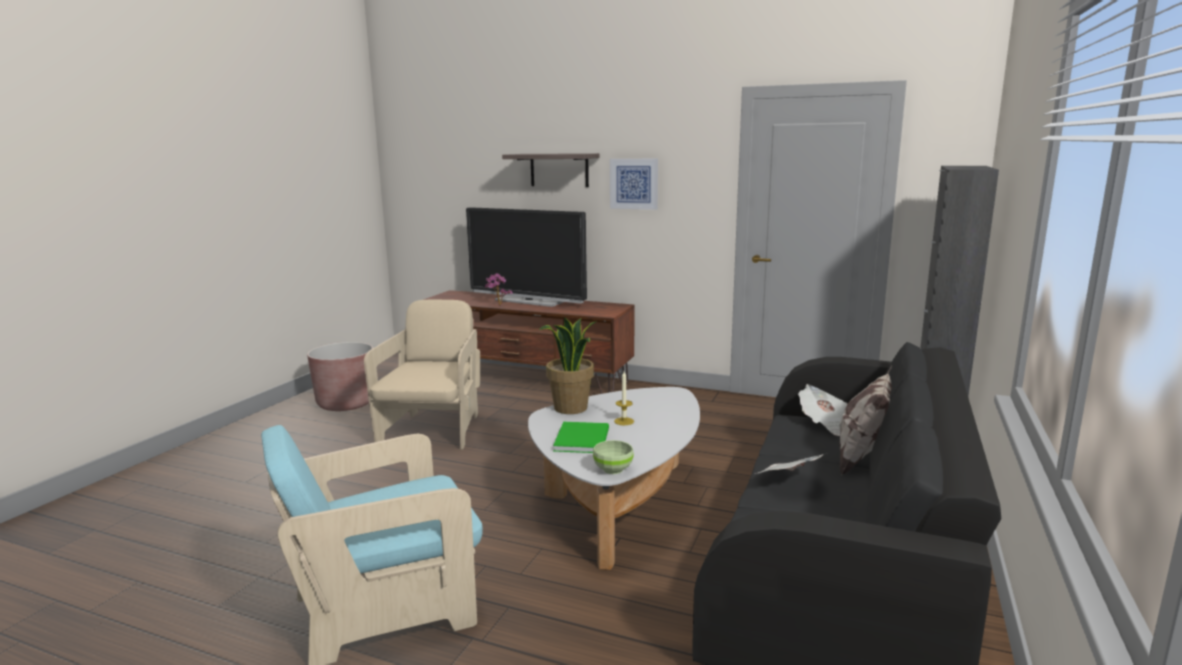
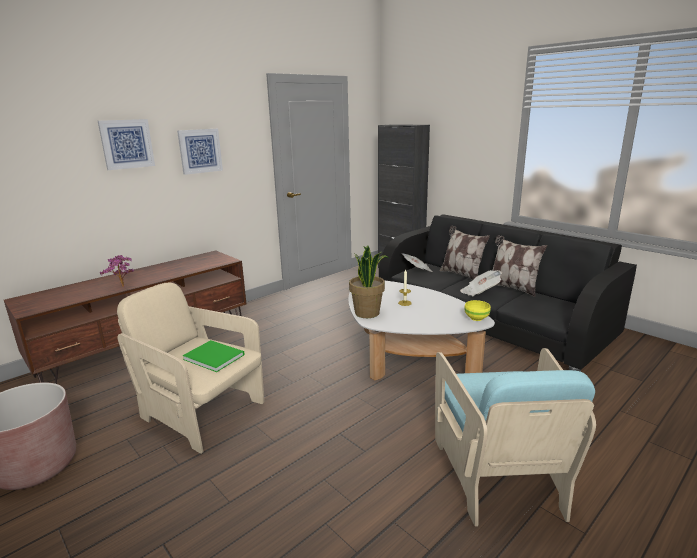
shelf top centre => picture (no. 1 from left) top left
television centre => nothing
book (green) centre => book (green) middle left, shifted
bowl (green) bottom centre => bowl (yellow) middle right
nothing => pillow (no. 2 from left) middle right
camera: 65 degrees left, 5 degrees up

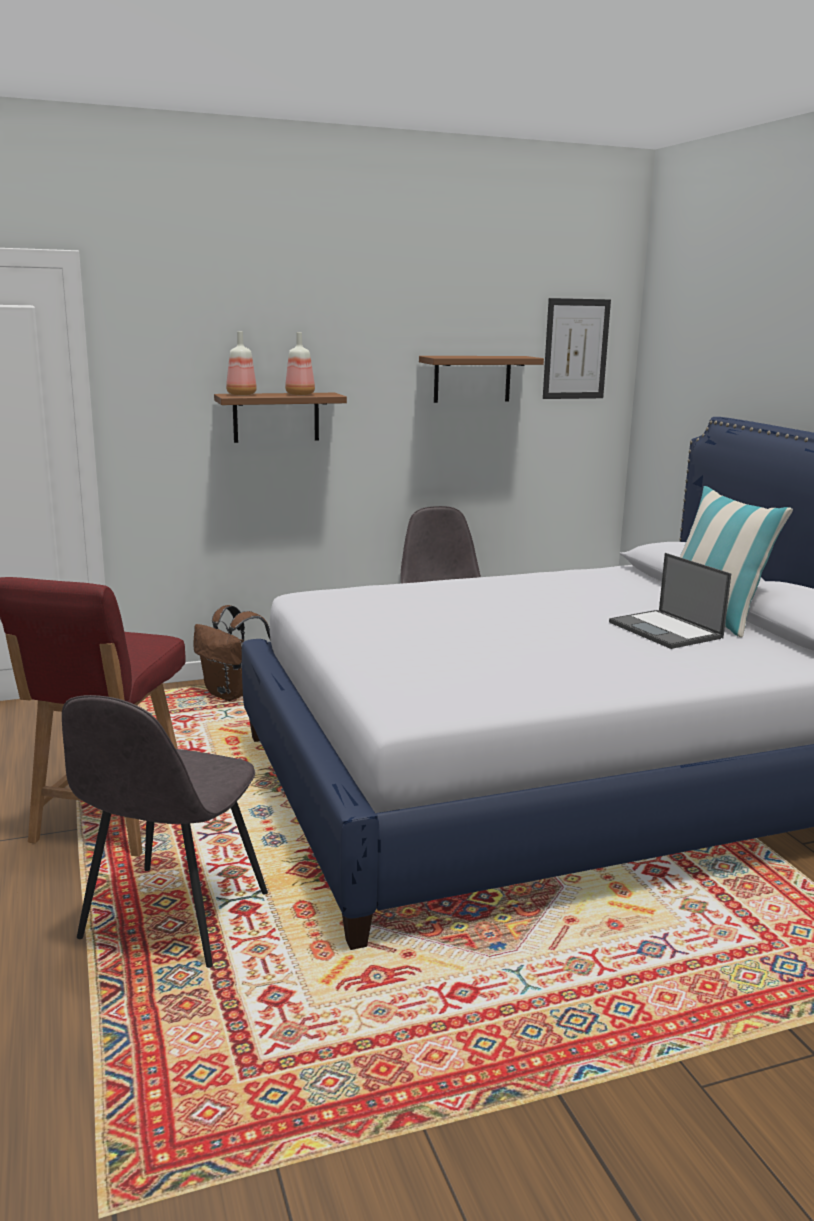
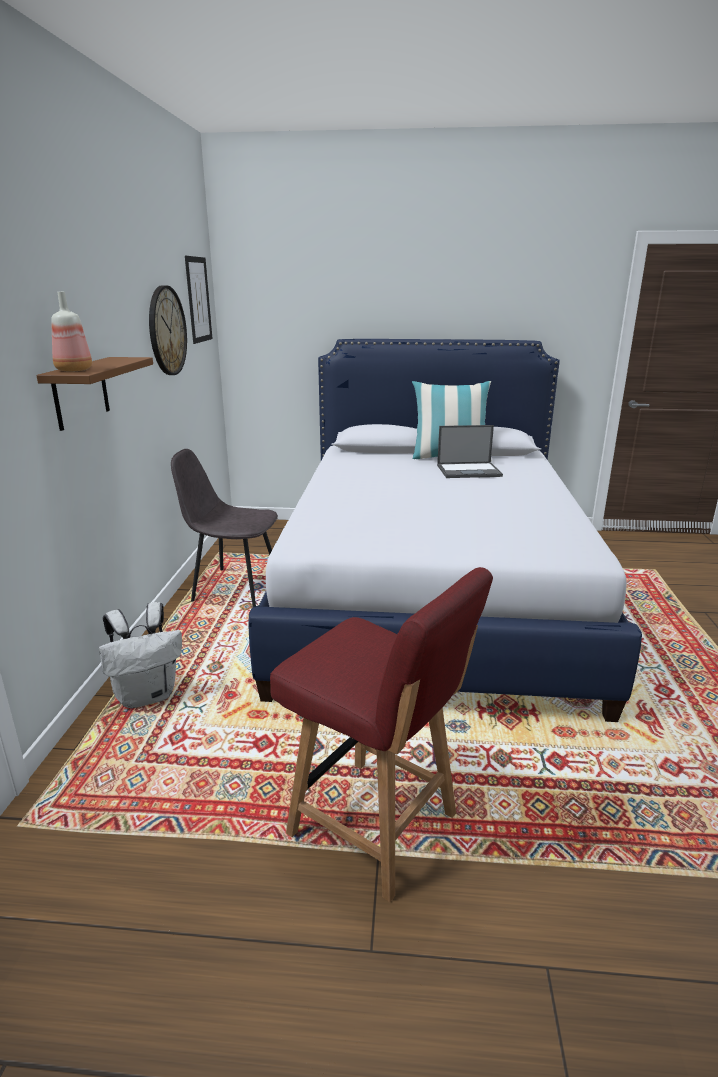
bottle (no. 2 from left) top centre => nothing
shelf (brown) (no. 2 from left) top centre => wall clock top left
backpack (brown) middle left => backpack (white) middle left
chair (grey) (no. 1 from left) bottom left => nothing
camera: 65 degrees left, 5 degrees up

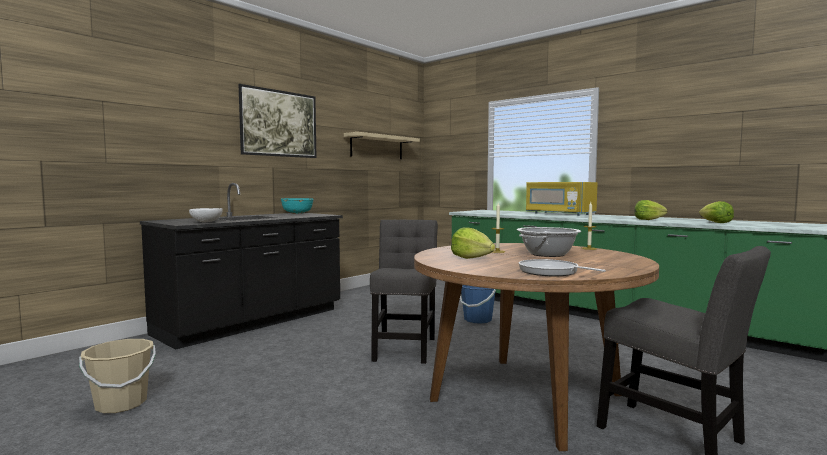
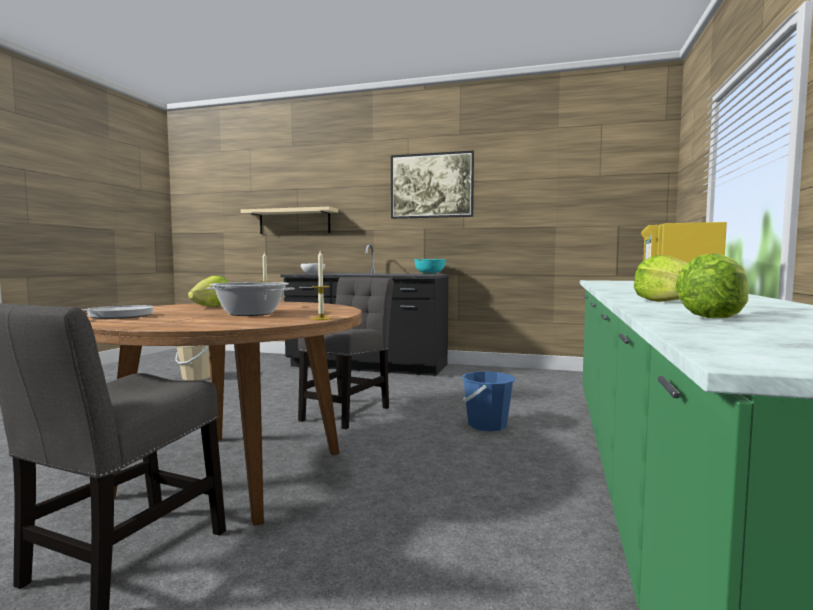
shelf (beige) top centre => shelf (beige) centre, shifted
chair (grey) (no. 1 from left in the first image) centre => chair (grey) (no. 2 from left) centre, 45 degrees counterclockwise
camera: 65 degrees right, 0 degrees up

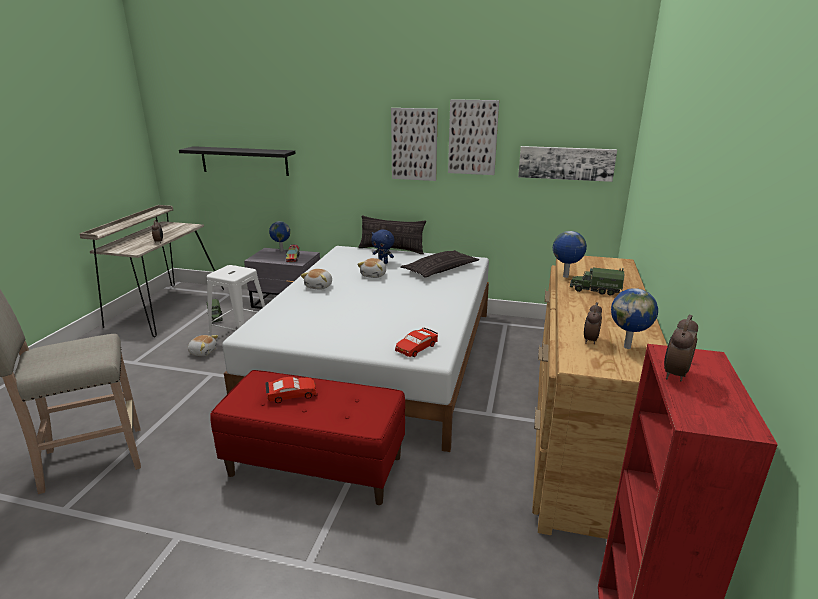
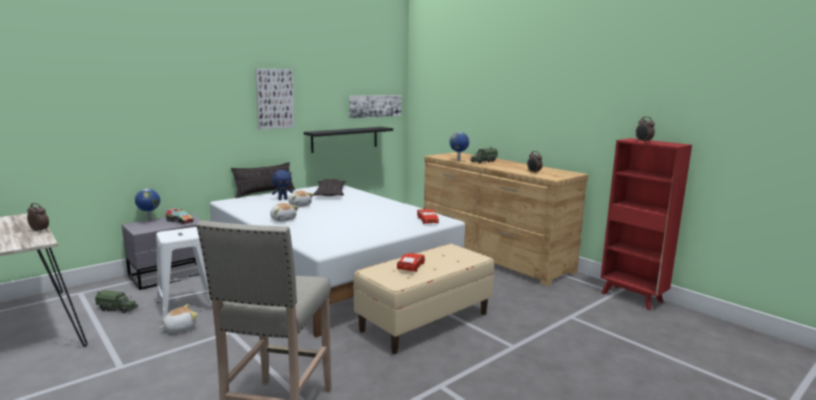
picture (no. 2 from left) top centre => nothing
shelf (black) top left => shelf (black) centre, shifted
globe (no. 3 from left) middle right => nothing
bench (red) bottom centre => bench (beige) bottom centre
camera: 55 degrees left, 10 degrees down

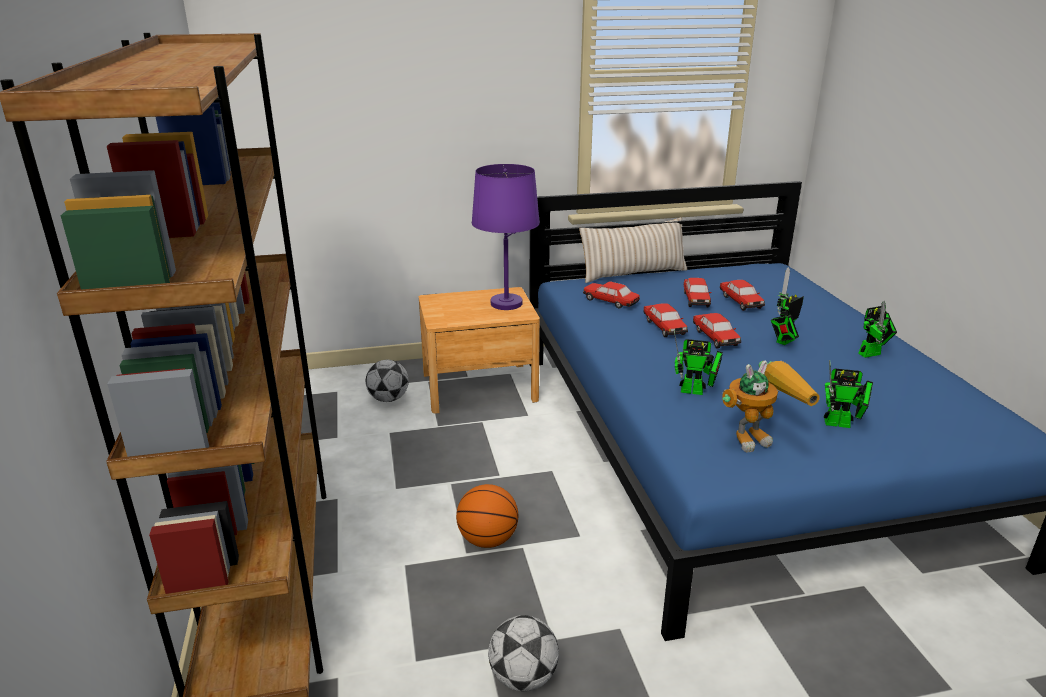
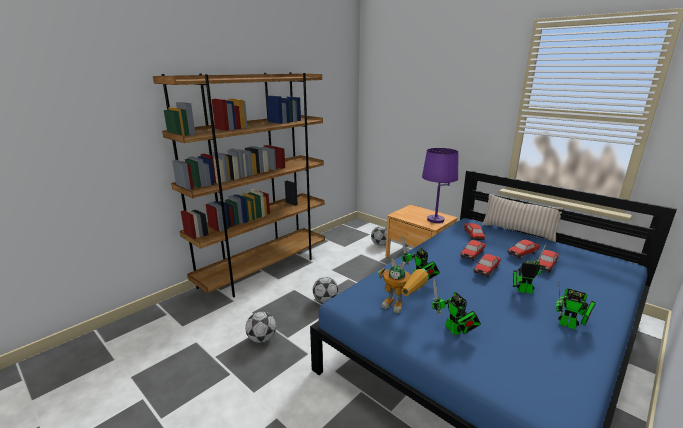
basketball bottom centre => football (no. 2 from left) bottom centre
camera: 55 degrees right, 5 degrees down

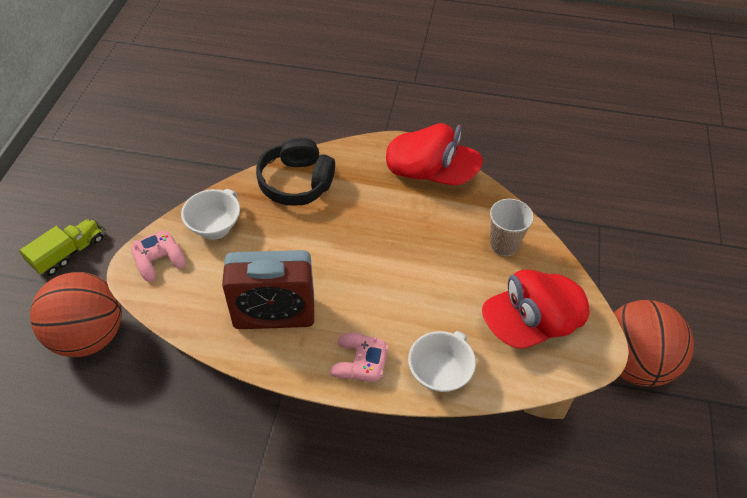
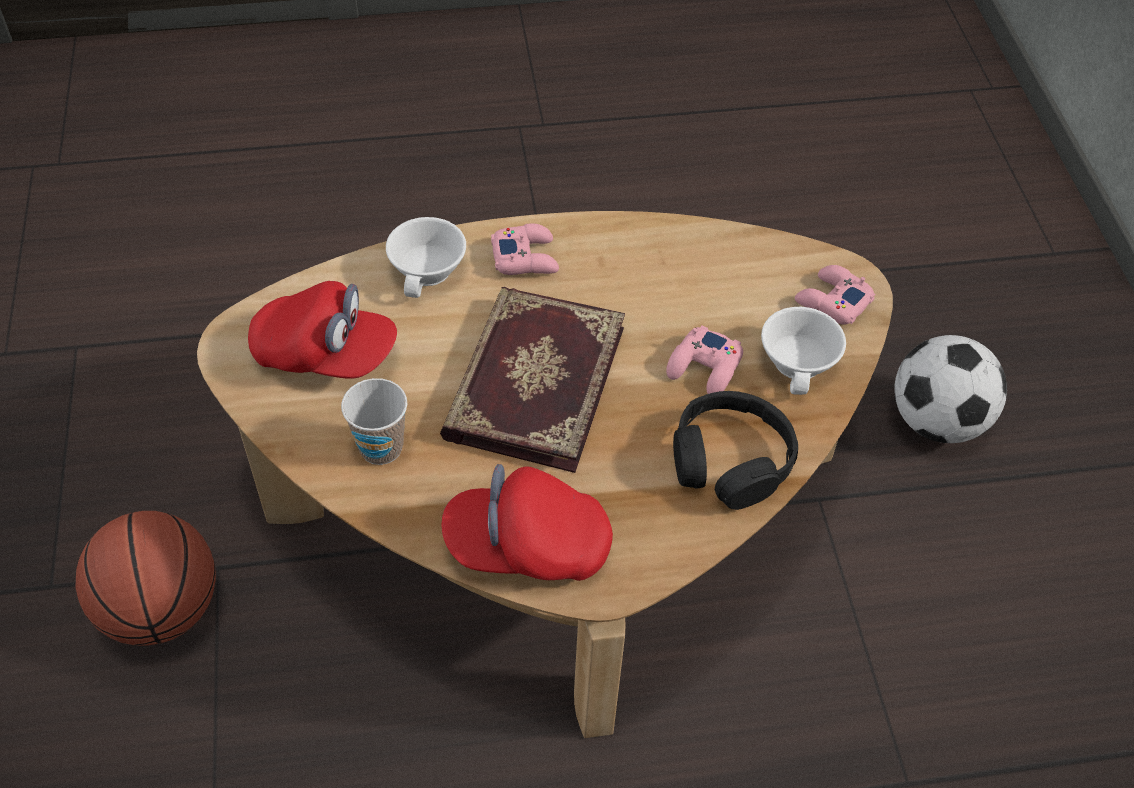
toy truck middle left => nothing
alarm clock centre => nothing
cap (red) (no. 2 from left in the first image) middle right => cap (red) (no. 1 from left) middle left, 60 degrees clockwise
basketball (no. 1 from left) middle left => football middle right
nothing => book centre
nothing => game controller (pink) (no. 2 from left) centre
camera: 160 degrees right, 0 degrees up

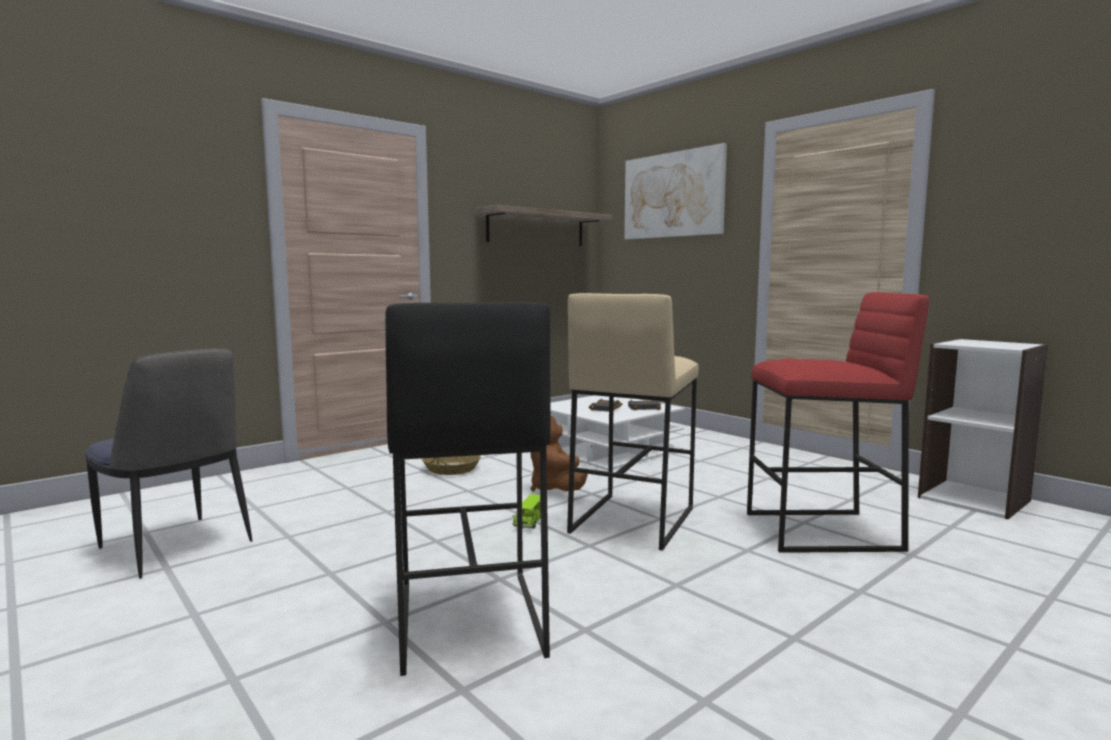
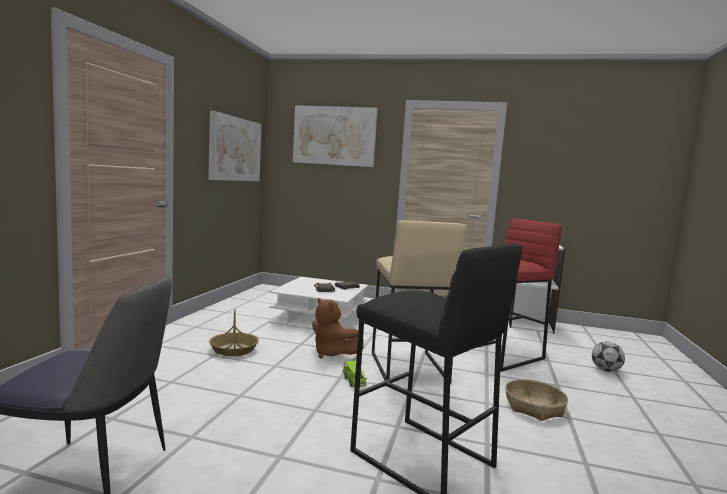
shelf top centre => picture (no. 1 from left) top left
nothing => football bottom right
nothing => basket (no. 2 from left) bottom right
camera: 35 degrees left, 0 degrees up

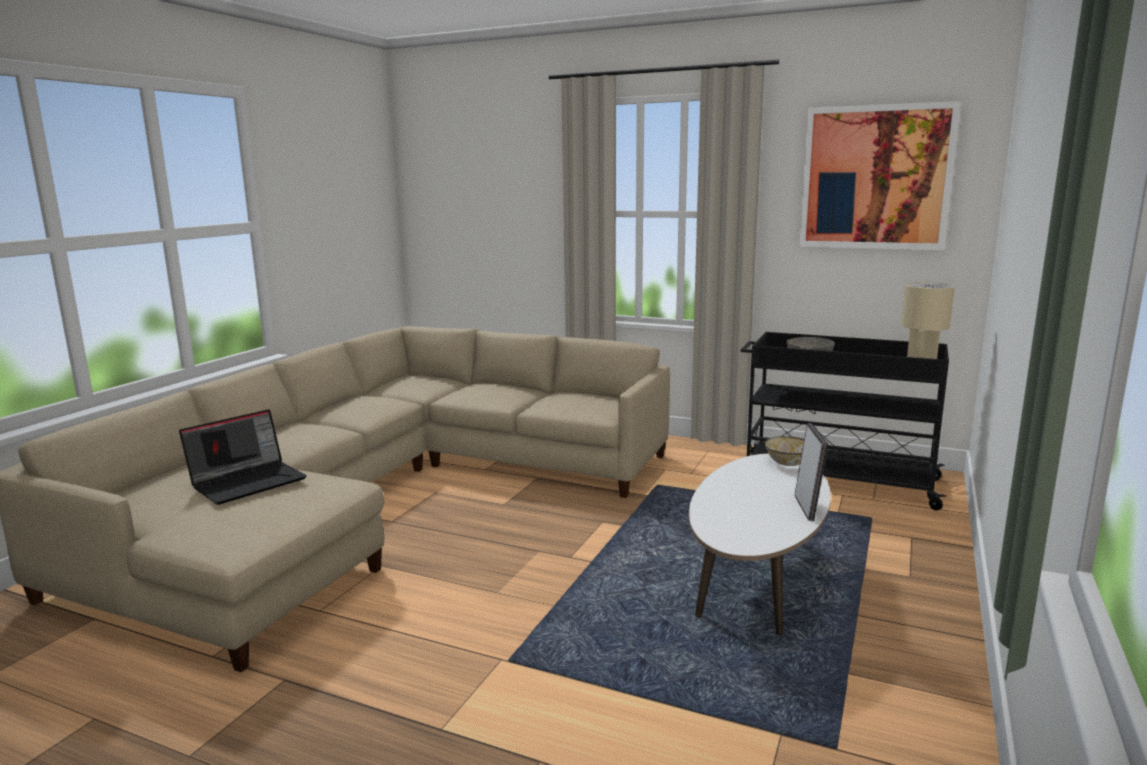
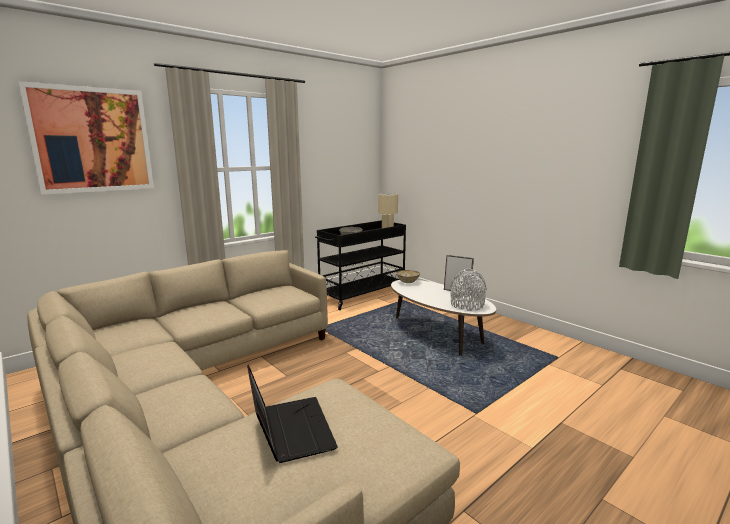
picture top right => picture top left, shifted
nothing => vase (grey) centre
camera: 65 degrees left, 0 degrees up

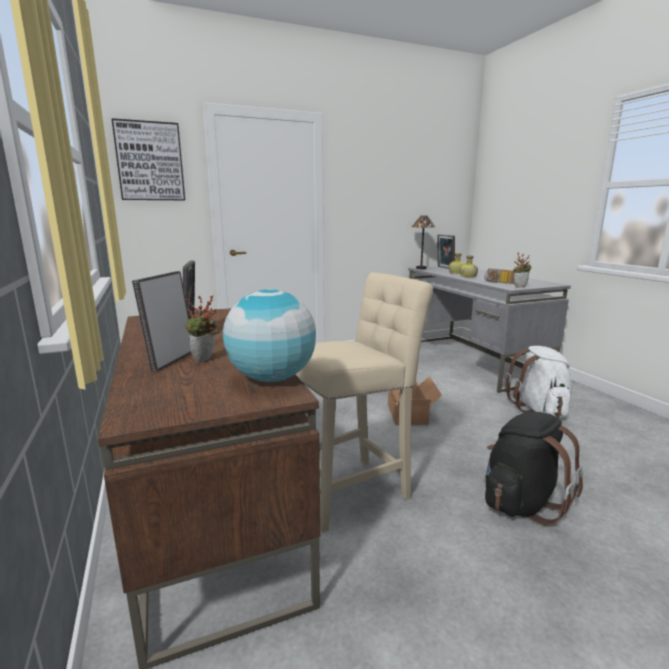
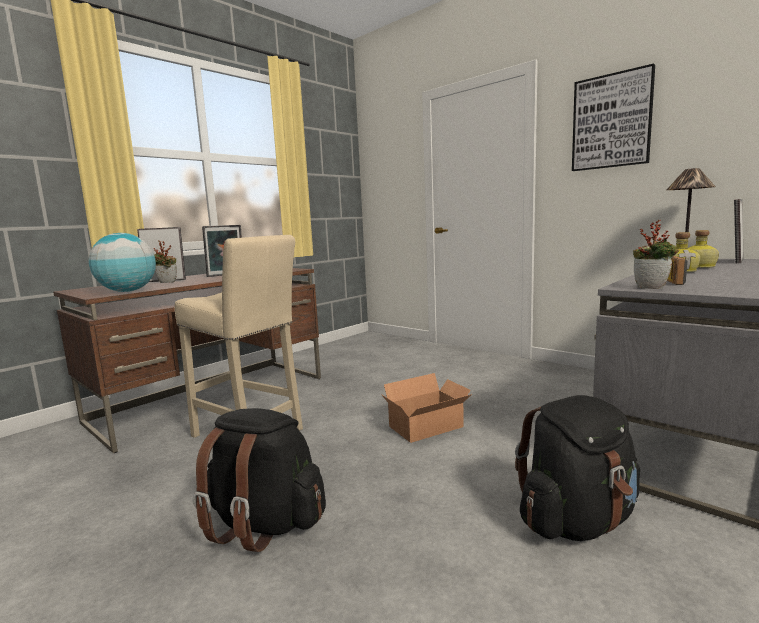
picture top left => picture top right, shifted
backpack (white) middle right => backpack (black) (no. 2 from left) bottom right
camera: 65 degrees right, 5 degrees down

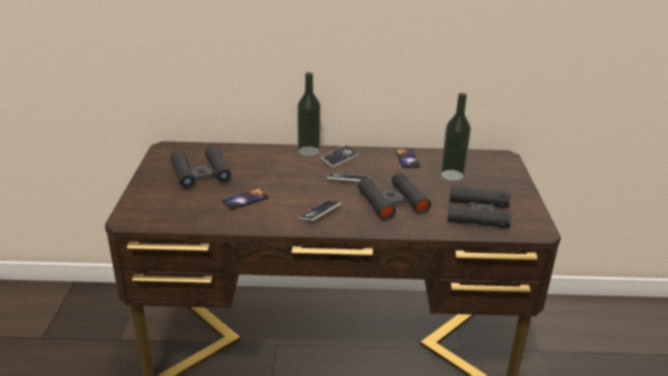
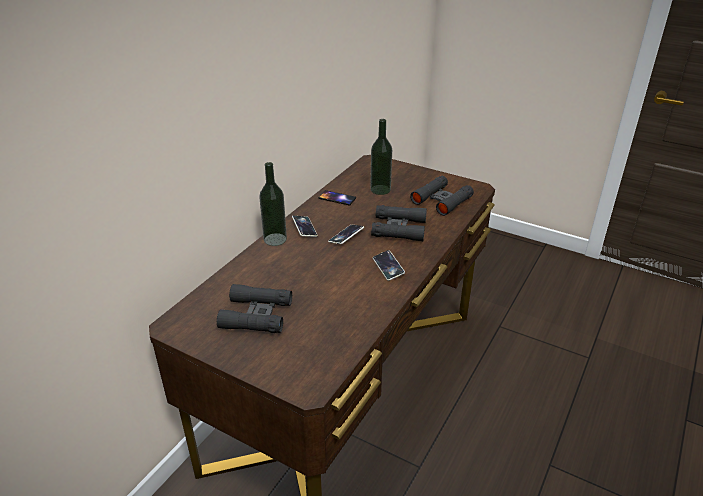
phone (no. 1 from left) centre => nothing
camera: 60 degrees left, 5 degrees up

